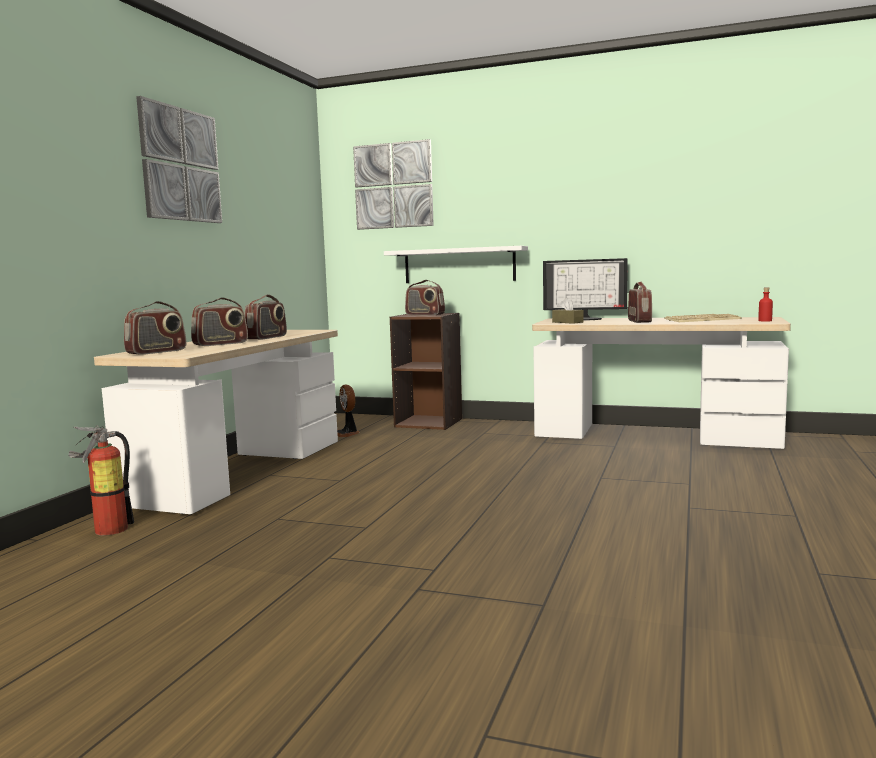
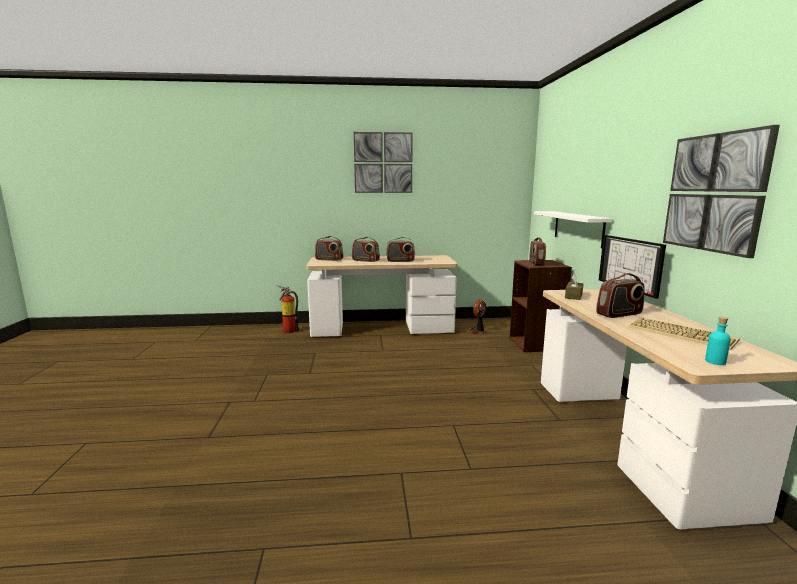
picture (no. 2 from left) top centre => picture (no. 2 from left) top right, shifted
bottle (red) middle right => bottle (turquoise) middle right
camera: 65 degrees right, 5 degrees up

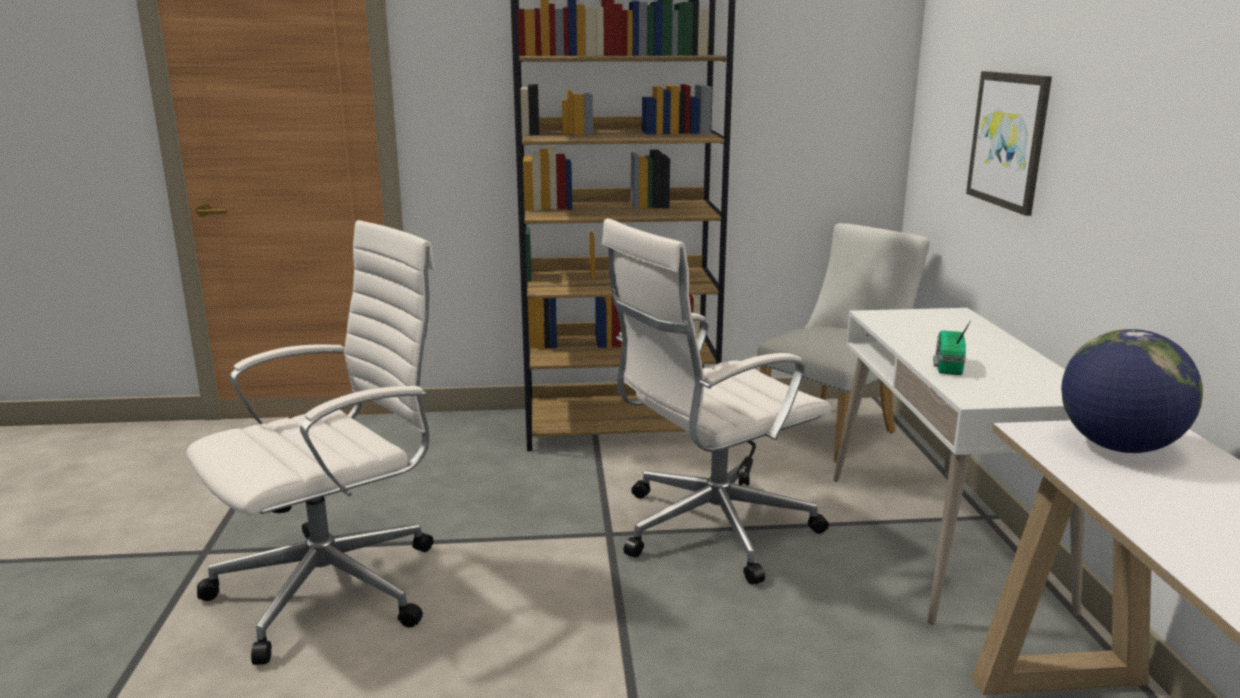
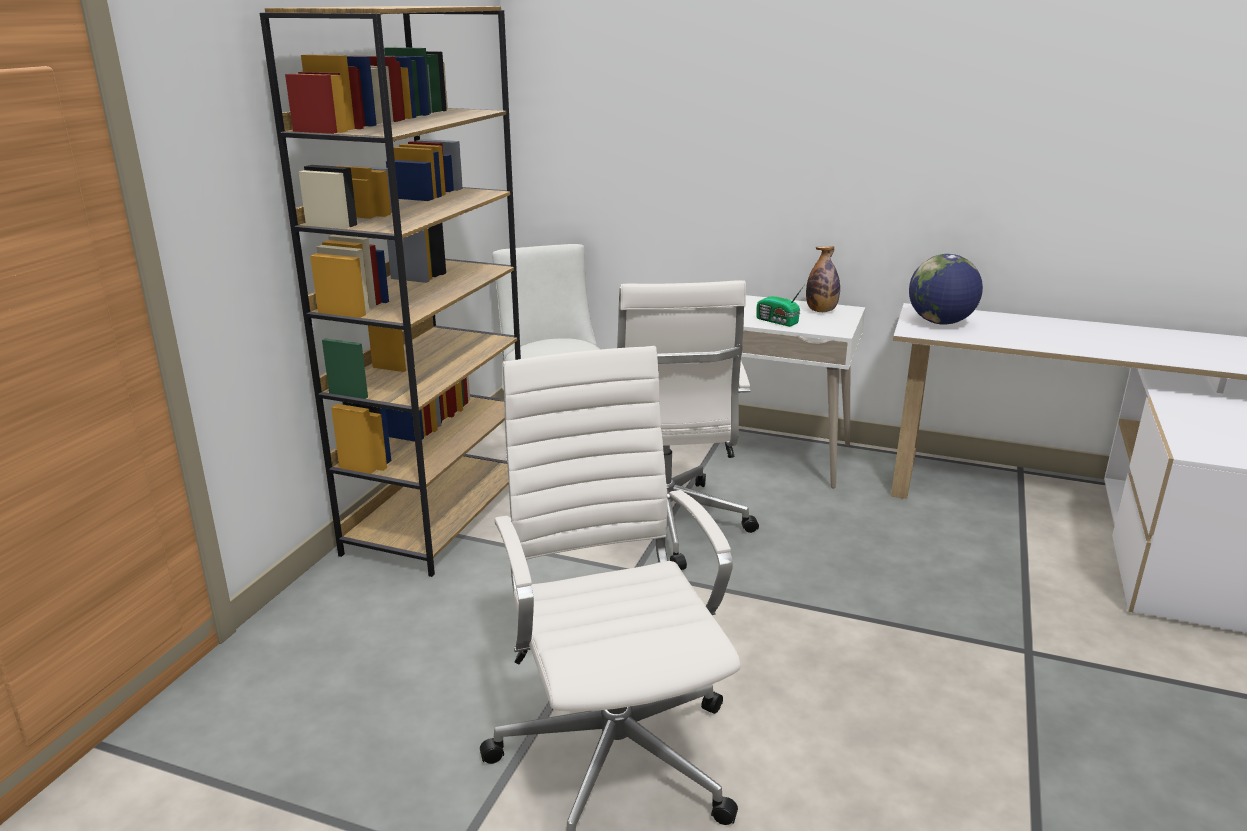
picture top right => nothing
nothing => bottle centre
camera: 65 degrees left, 5 degrees up

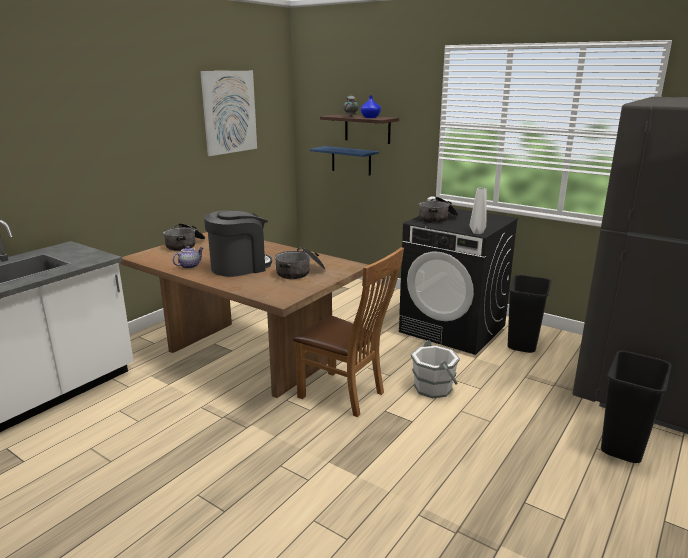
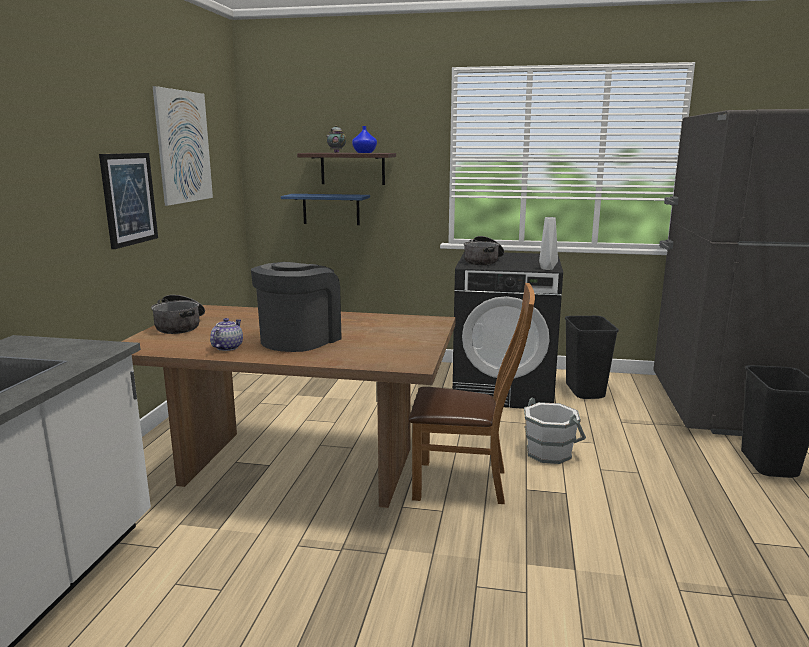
cooking pot (no. 2 from left) centre => nothing
nothing => picture (no. 1 from left) top left
camera: 25 degrees left, 5 degrees down

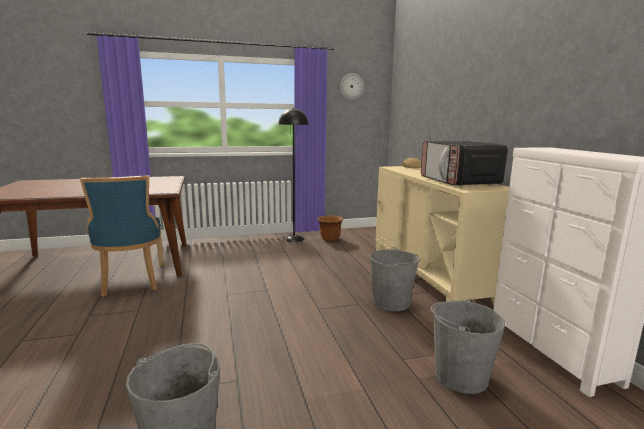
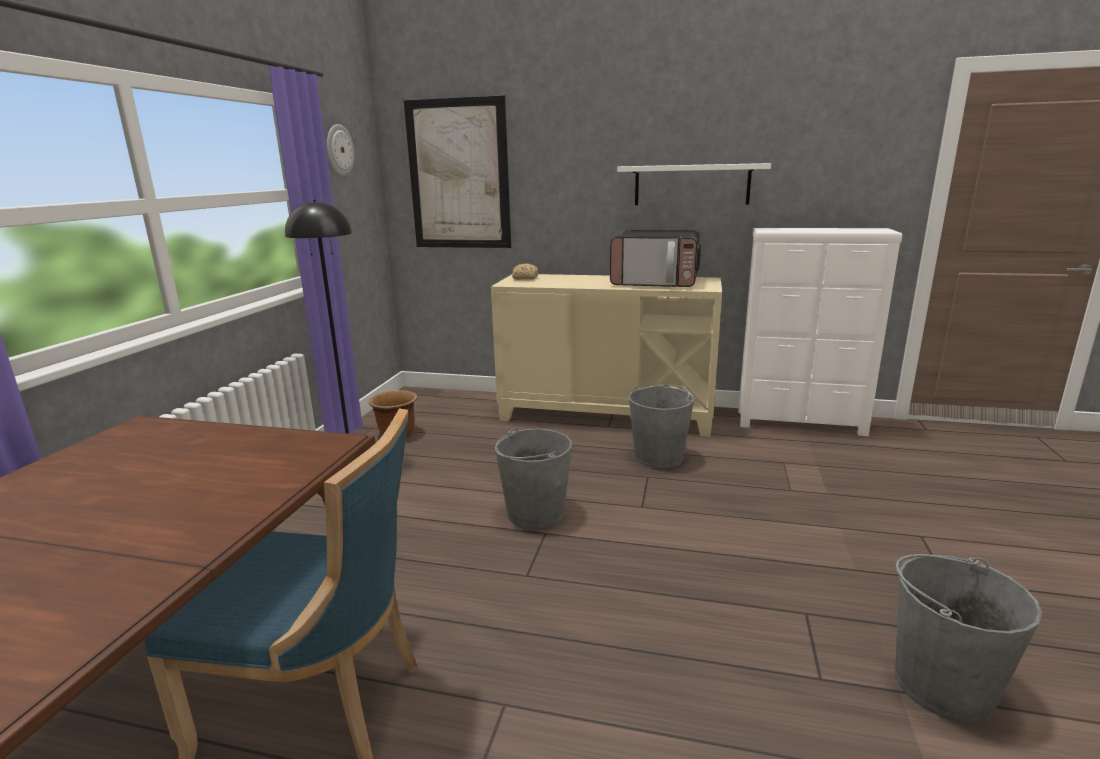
bucket (grey) (no. 3 from left in the first image) bottom right => bucket (grey) (no. 1 from left) centre, shifted
nothing => picture top centre
nothing => shelf (white) top centre
camera: 60 degrees left, 5 degrees up

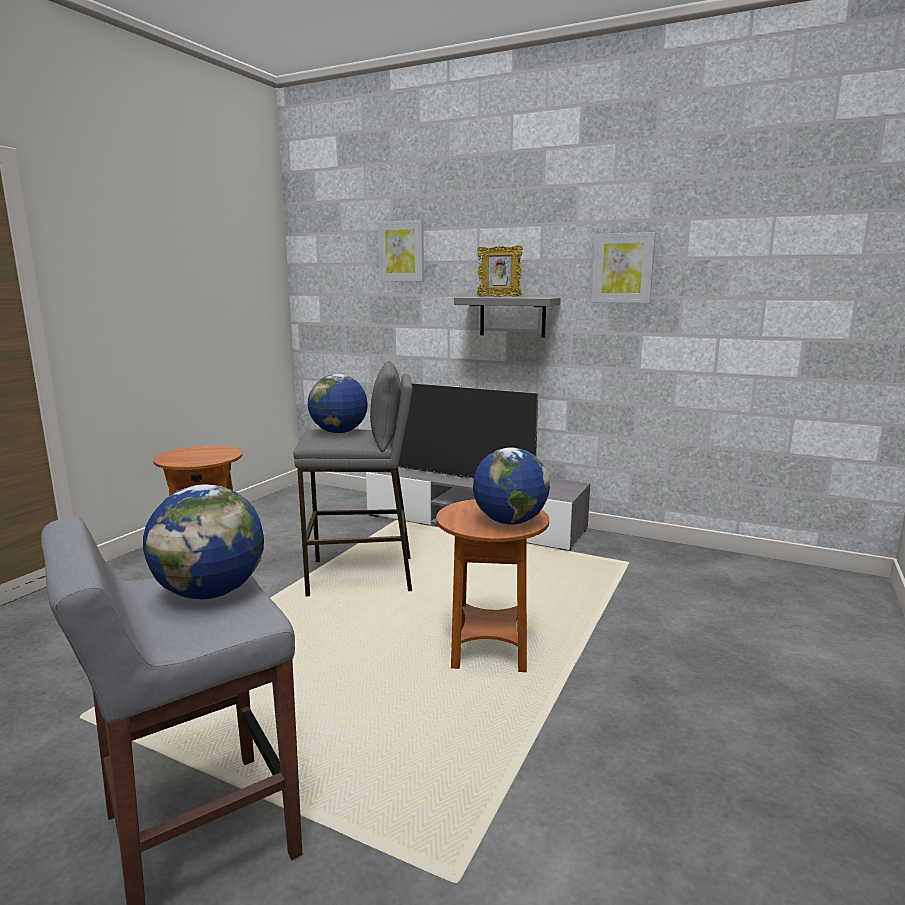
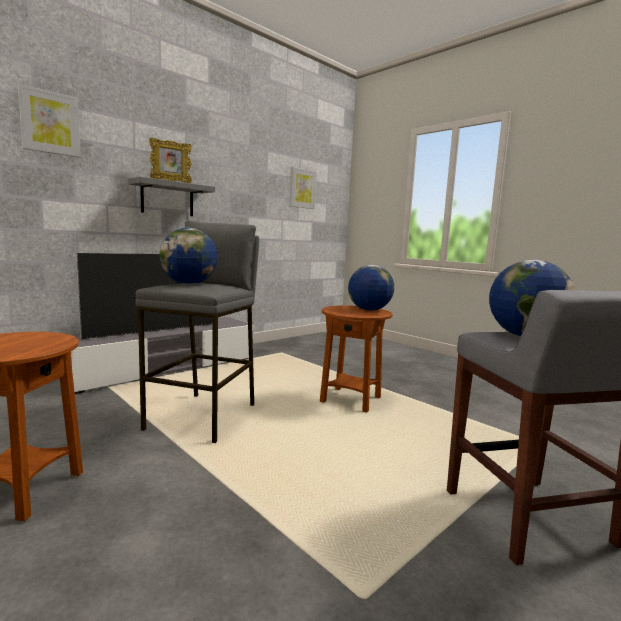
picture (no. 2 from left) top right => picture (no. 2 from left) top centre, shifted
camera: 70 degrees left, 5 degrees down

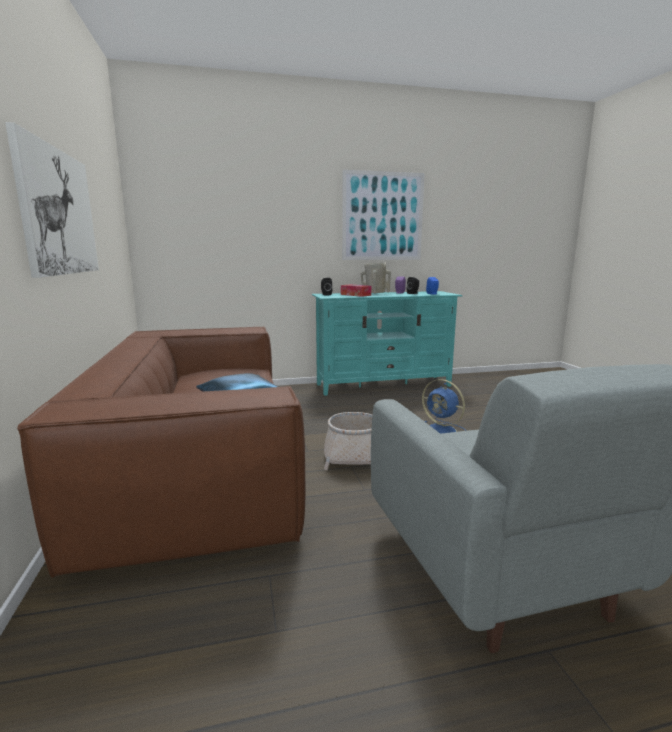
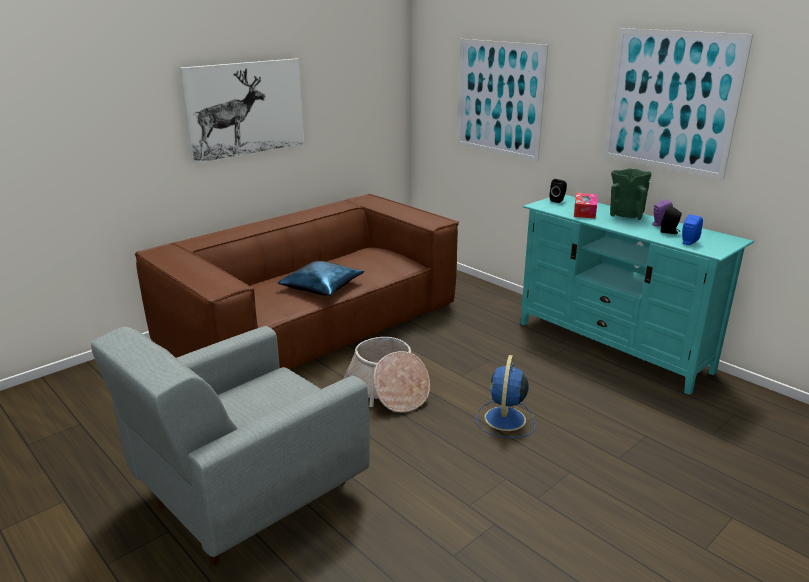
vase (beige) centre => vase (green) middle right
nothing => picture (no. 2 from left) top centre
camera: 60 degrees right, 10 degrees up

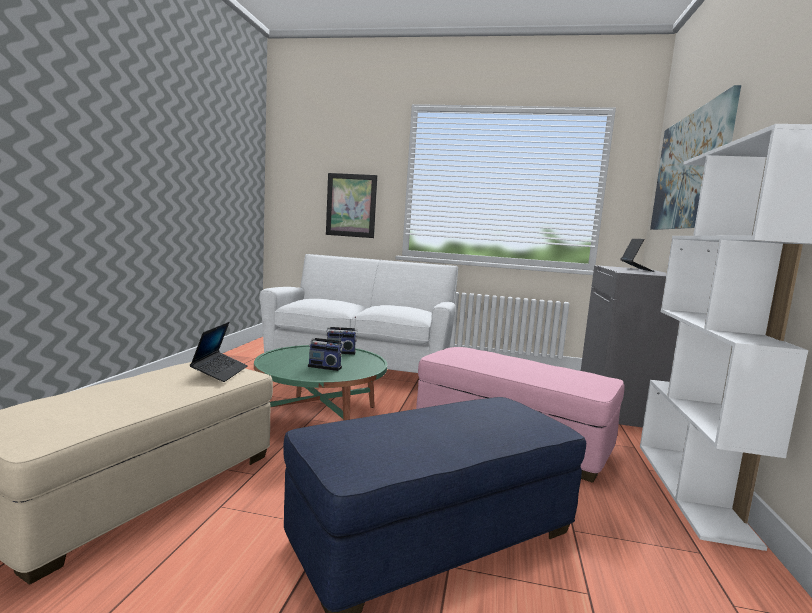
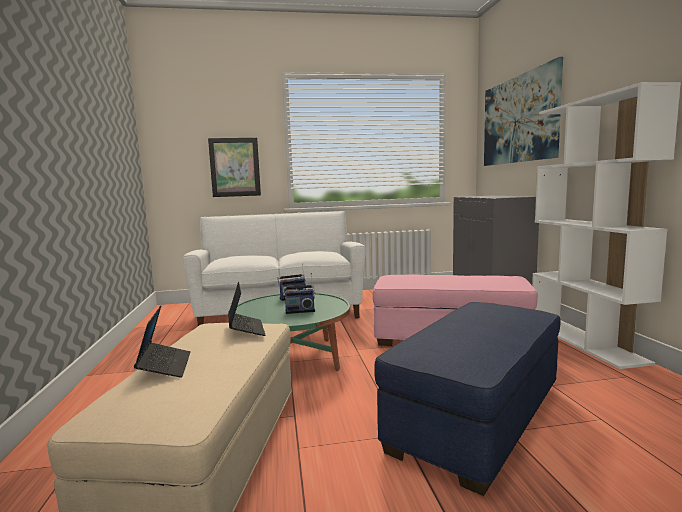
laptop (no. 2 from left in the first image) middle right => laptop (no. 1 from left) middle left, shifted
camera: 20 degrees left, 0 degrees up

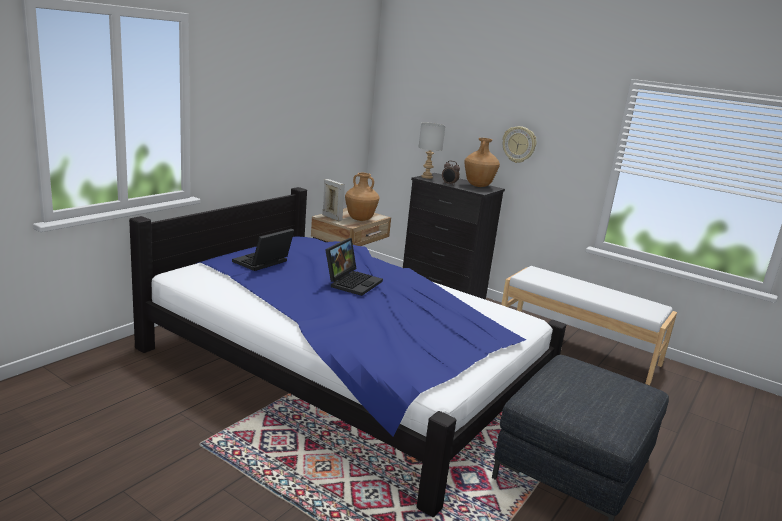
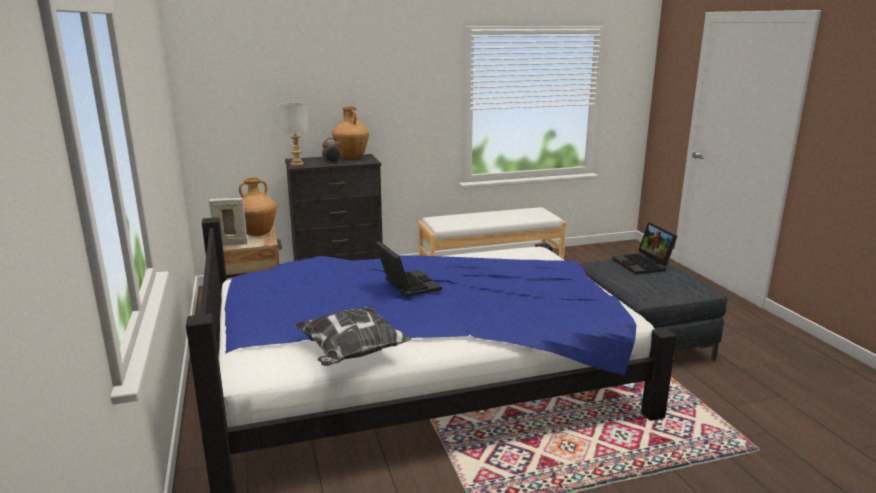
wall clock top centre => nothing
laptop (no. 1 from left in the first image) centre => laptop (no. 2 from left) middle right, shifted
nothing => pillow bottom centre
camera: 50 degrees left, 0 degrees up

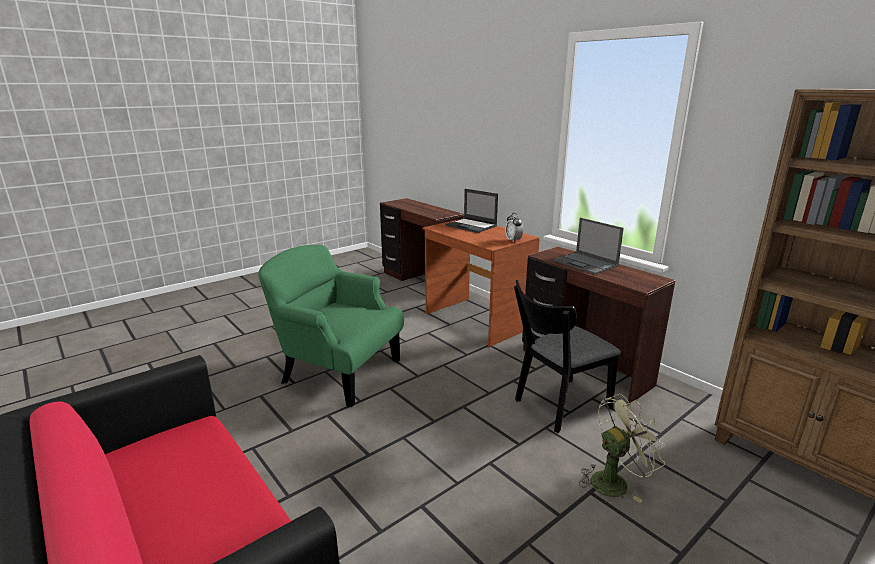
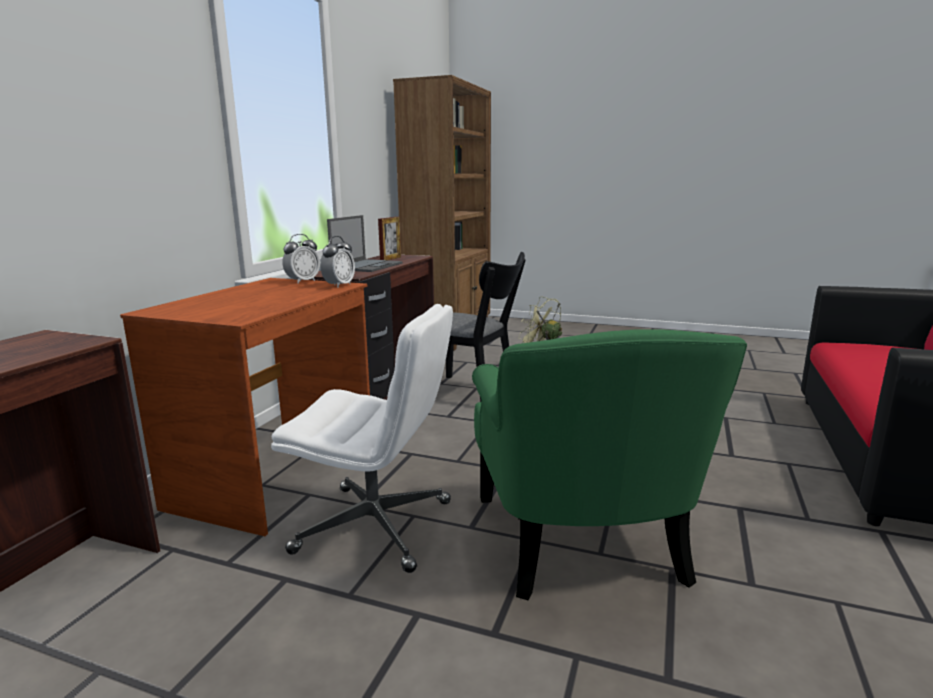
laptop (no. 1 from left) centre => nothing
nothing => picture frame centre
nothing => alarm clock (no. 2 from left) centre
nothing => office chair (white) centre
camera: 120 degrees left, 5 degrees down

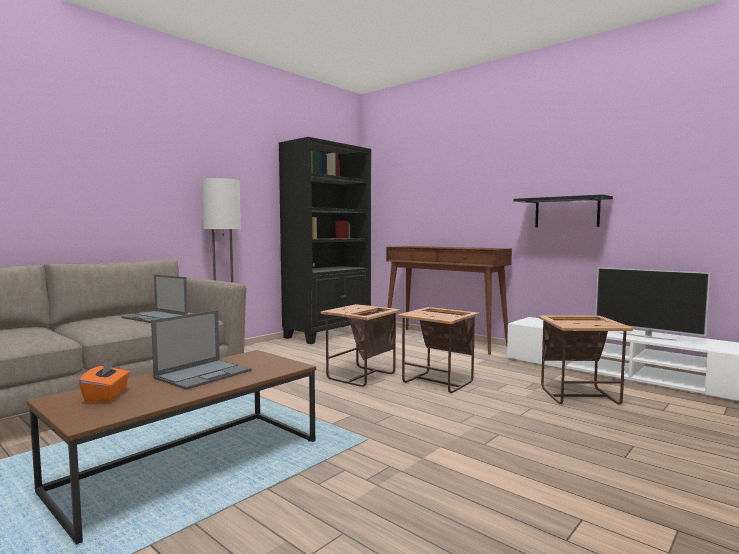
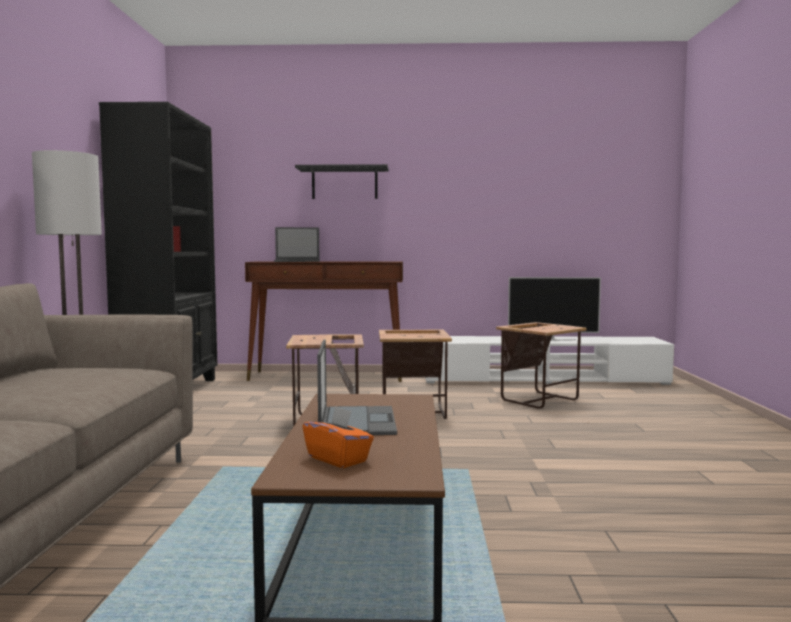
shelf (black) middle right => shelf (black) top centre, shifted
laptop (no. 1 from left) middle left => laptop (no. 1 from left) centre, shifted
camera: 40 degrees left, 0 degrees up

